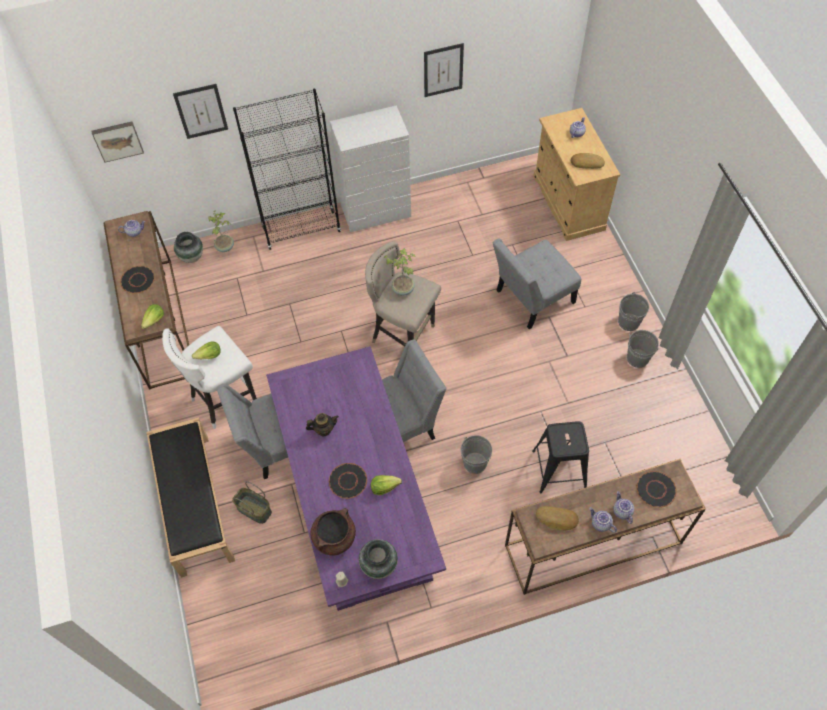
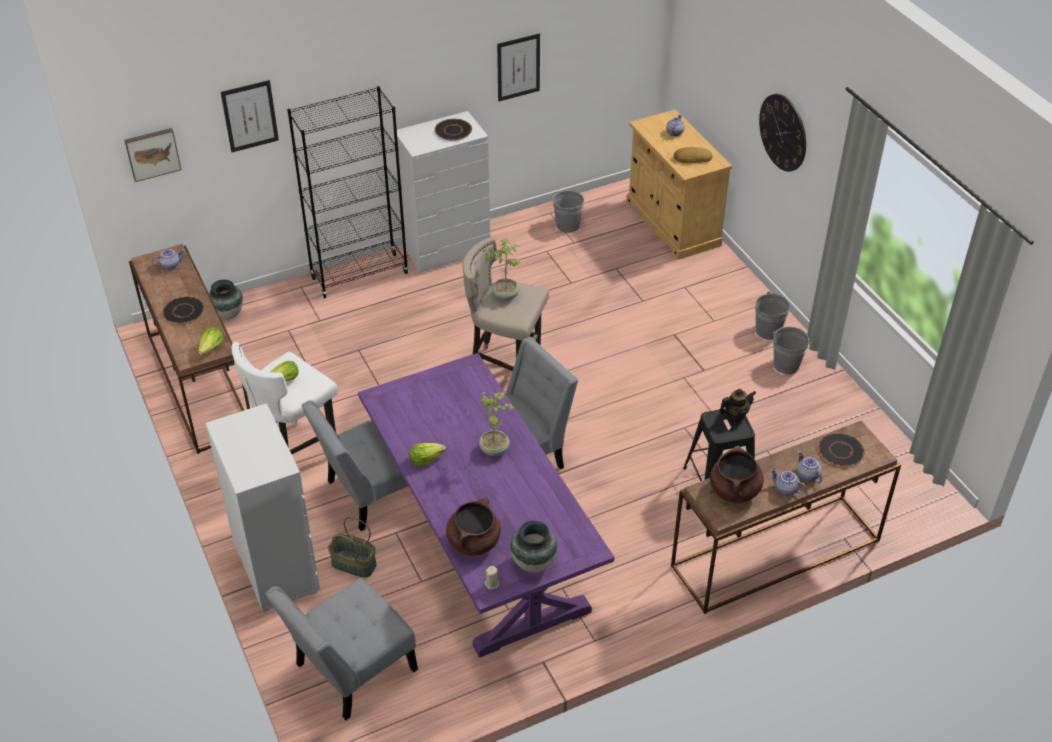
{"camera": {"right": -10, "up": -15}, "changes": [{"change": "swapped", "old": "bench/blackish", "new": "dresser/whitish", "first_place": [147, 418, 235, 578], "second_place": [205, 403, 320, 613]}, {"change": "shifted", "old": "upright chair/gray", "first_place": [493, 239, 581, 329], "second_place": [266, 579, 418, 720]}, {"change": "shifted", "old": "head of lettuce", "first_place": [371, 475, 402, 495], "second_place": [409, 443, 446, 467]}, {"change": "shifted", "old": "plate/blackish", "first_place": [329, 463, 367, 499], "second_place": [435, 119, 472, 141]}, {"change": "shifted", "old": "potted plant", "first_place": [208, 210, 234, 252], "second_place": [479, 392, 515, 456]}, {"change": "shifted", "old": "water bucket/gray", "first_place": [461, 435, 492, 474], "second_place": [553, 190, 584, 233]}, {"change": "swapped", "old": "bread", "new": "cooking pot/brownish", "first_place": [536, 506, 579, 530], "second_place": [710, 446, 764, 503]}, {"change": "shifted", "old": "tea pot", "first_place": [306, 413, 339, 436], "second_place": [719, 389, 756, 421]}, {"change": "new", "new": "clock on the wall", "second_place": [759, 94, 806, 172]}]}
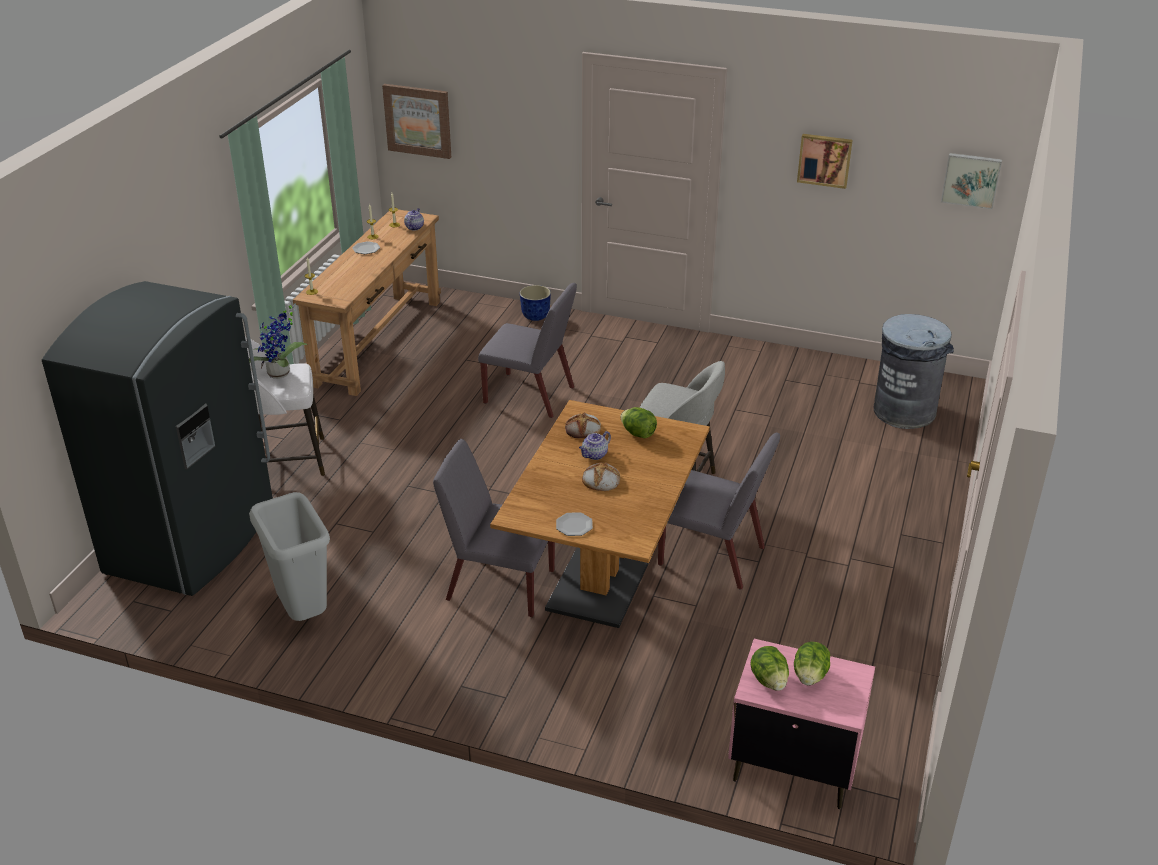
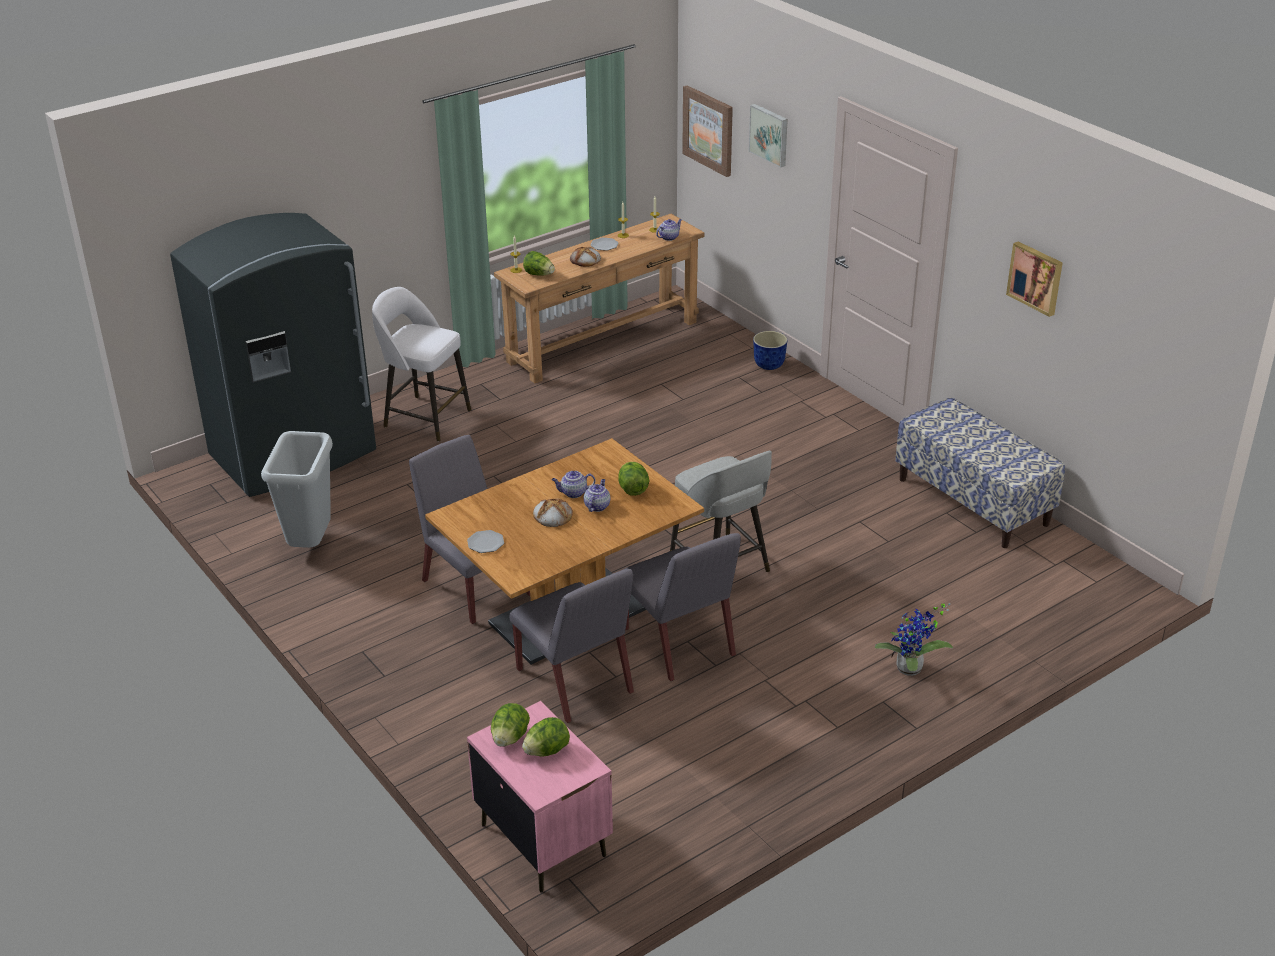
{"camera": {"right": 35, "up": 0}, "changes": [{"change": "shifted", "old": "upright chair/gray", "first_place": [478, 283, 577, 418], "second_place": [509, 569, 634, 723]}, {"change": "new", "new": "head of lettuce", "second_place": [523, 251, 555, 276]}, {"change": "shifted", "old": "bread", "first_place": [565, 413, 601, 438], "second_place": [570, 247, 601, 267]}, {"change": "new", "new": "tea pot", "second_place": [584, 479, 610, 512]}, {"change": "shifted", "old": "wall picture", "first_place": [941, 153, 1002, 209], "second_place": [749, 104, 788, 168]}, {"change": "shifted", "old": "potted plant", "first_place": [249, 304, 308, 379], "second_place": [875, 603, 953, 676]}, {"change": "new", "new": "bench", "second_place": [895, 397, 1065, 548]}, {"change": "gone", "old": "waste bin/gray", "first_place": [874, 314, 954, 429]}]}
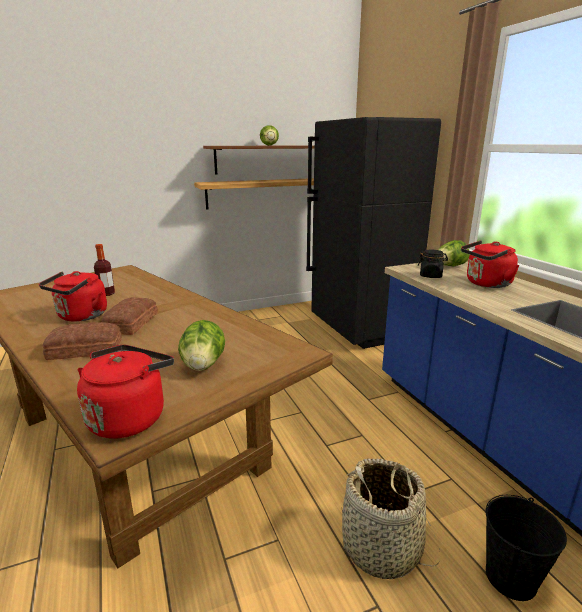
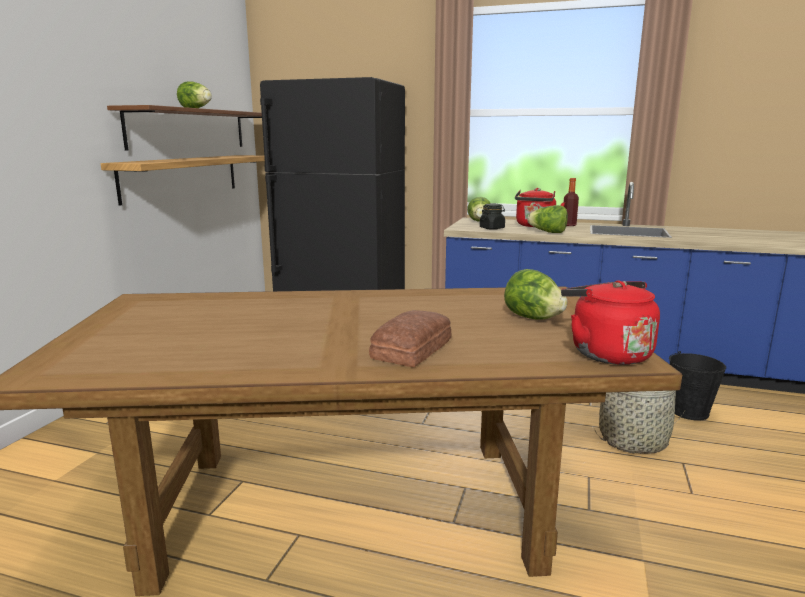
{"camera": {"right": -50, "up": -5}, "changes": [{"change": "new", "new": "head of lettuce", "second_place": [528, 205, 568, 233]}, {"change": "shifted", "old": "beverage bottle", "first_place": [94, 244, 115, 296], "second_place": [563, 178, 579, 226]}, {"change": "gone", "old": "tea kettle/reddish", "first_place": [39, 271, 107, 322]}, {"change": "gone", "old": "bread", "first_place": [101, 297, 158, 335]}]}
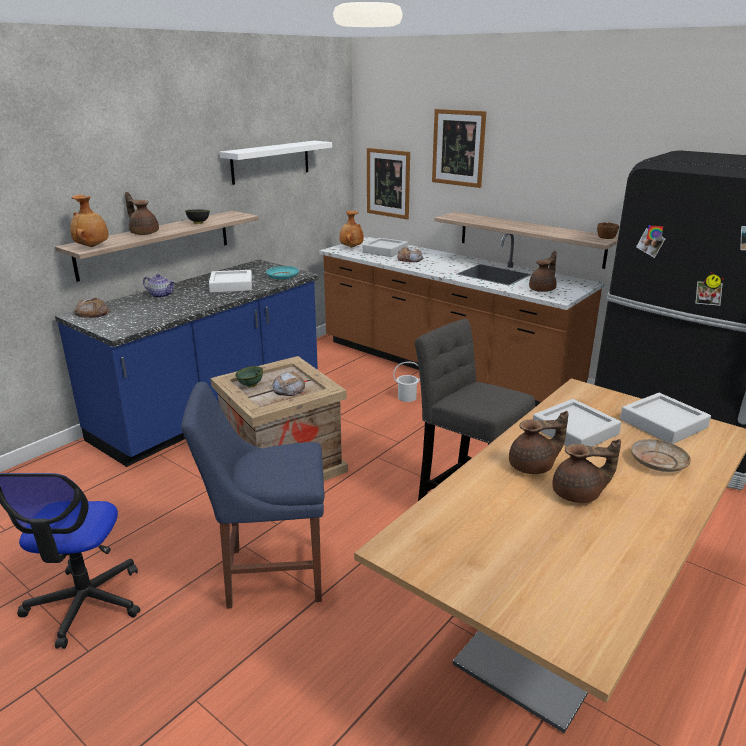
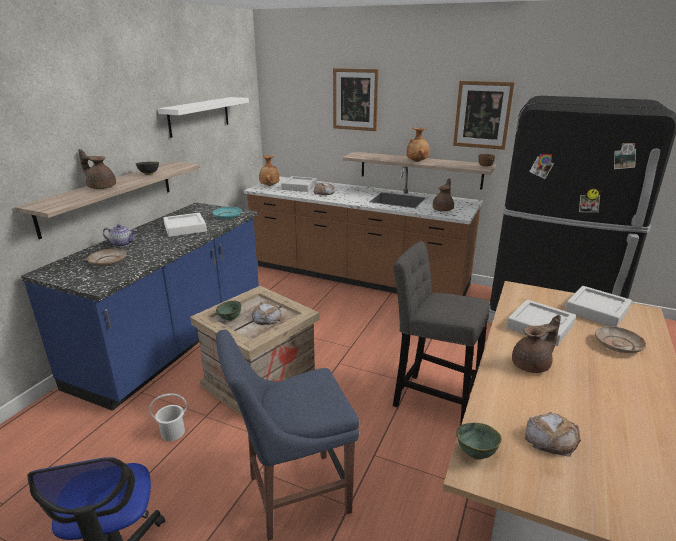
{"camera": {"right": -15, "up": 0}, "changes": [{"change": "new", "new": "plate/sand-coloured", "second_place": [87, 249, 127, 266]}, {"change": "shifted", "old": "water bucket/whitish", "first_place": [393, 362, 420, 402], "second_place": [149, 394, 187, 441]}, {"change": "shifted", "old": "flower vase/brownish", "first_place": [70, 194, 108, 247], "second_place": [406, 127, 430, 162]}, {"change": "shifted", "old": "wall picture", "first_place": [367, 148, 410, 220], "second_place": [453, 81, 515, 150]}, {"change": "new", "new": "bowl/green", "second_place": [456, 423, 502, 460]}, {"change": "shifted", "old": "bread", "first_place": [73, 298, 110, 319], "second_place": [525, 412, 581, 457]}, {"change": "gone", "old": "tea pot/brownish", "first_place": [552, 439, 621, 503]}]}
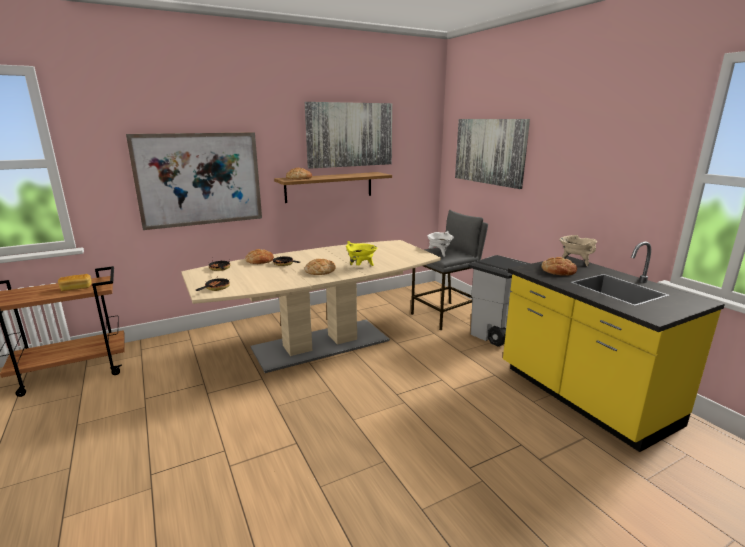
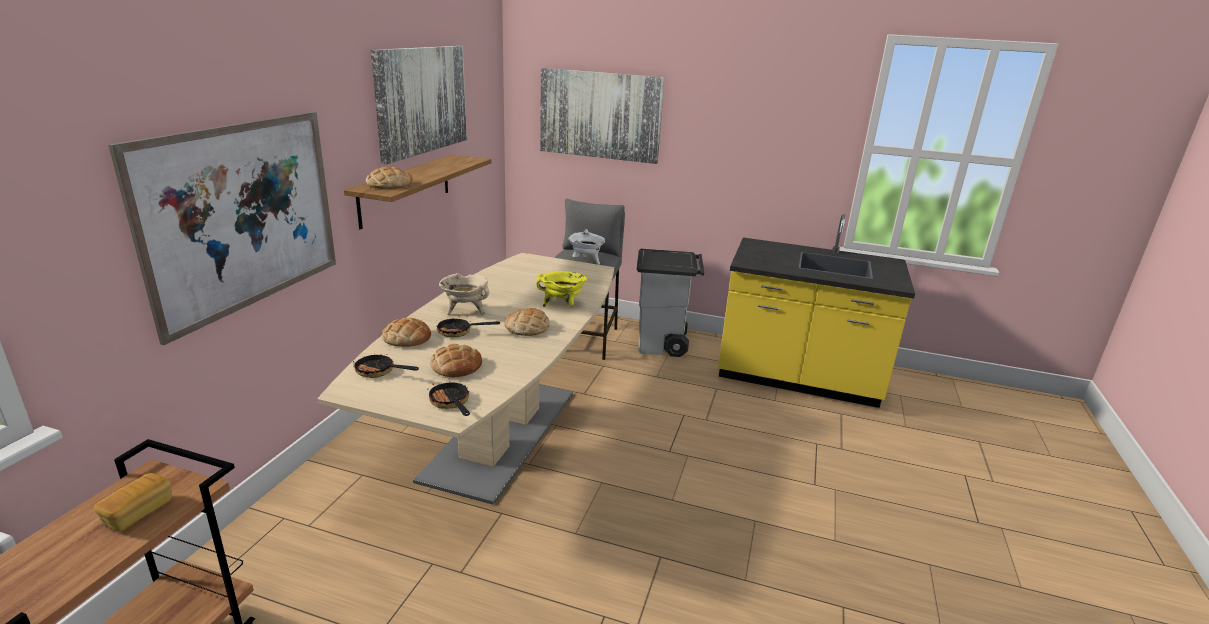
{"camera": {"right": -45, "up": 5}, "changes": [{"change": "shifted", "old": "bread", "first_place": [542, 257, 577, 276], "second_place": [430, 344, 482, 377]}, {"change": "shifted", "old": "cooking pot/sand-coloured", "first_place": [559, 235, 597, 266], "second_place": [439, 273, 489, 315]}]}
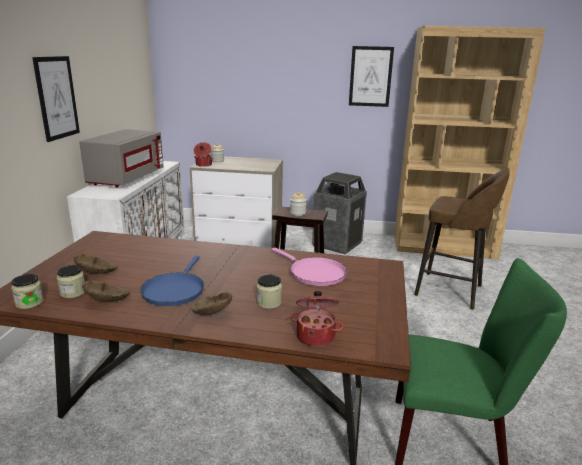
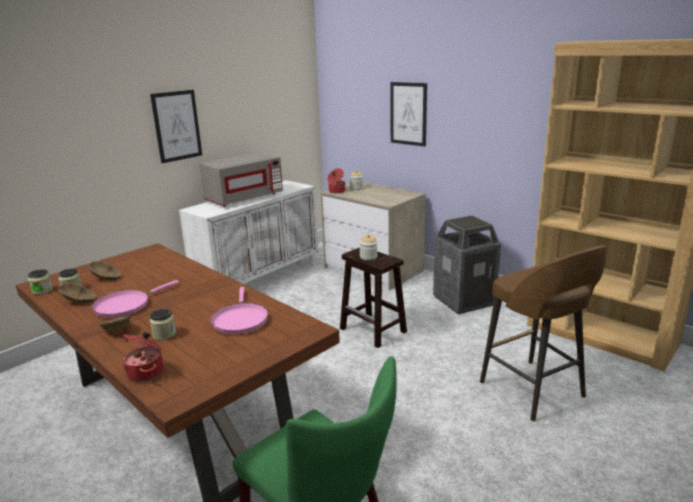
{"camera": {"right": 35, "up": 0}, "changes": [{"change": "repainted", "old": "pan/blue-coloured", "new": "pan/pink-coloured", "first_place": [140, 256, 204, 306], "second_place": [92, 280, 179, 318]}, {"change": "shifted", "old": "wall picture", "first_place": [349, 46, 394, 107], "second_place": [391, 82, 427, 147]}]}
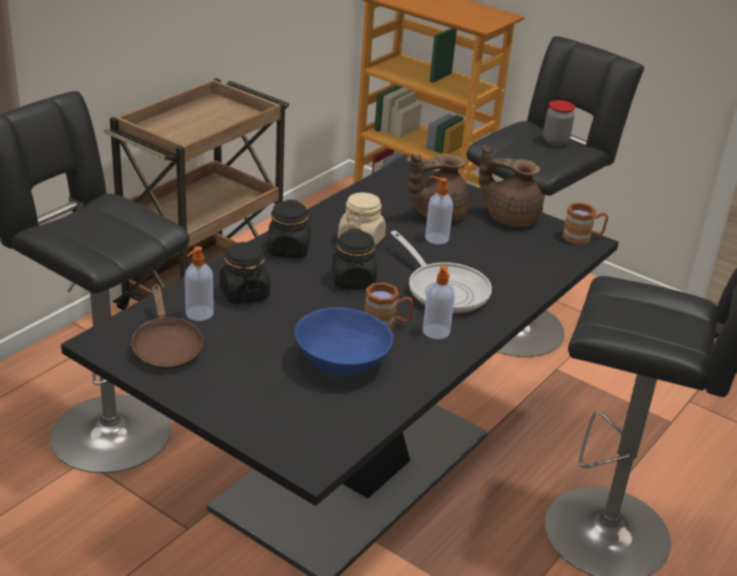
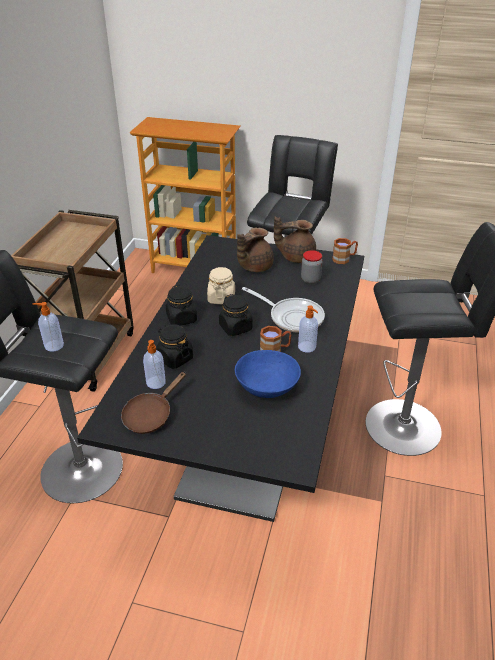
{"camera": {"right": -20, "up": 5}, "changes": [{"change": "shifted", "old": "soap dispenser", "first_place": [425, 176, 453, 244], "second_place": [32, 302, 64, 352]}, {"change": "rotated", "old": "pan/brownish", "first_place": [131, 284, 204, 370], "second_place": [121, 372, 186, 434], "degrees": 75}, {"change": "shifted", "old": "preserve jar", "first_place": [543, 100, 575, 146], "second_place": [301, 250, 323, 284]}]}
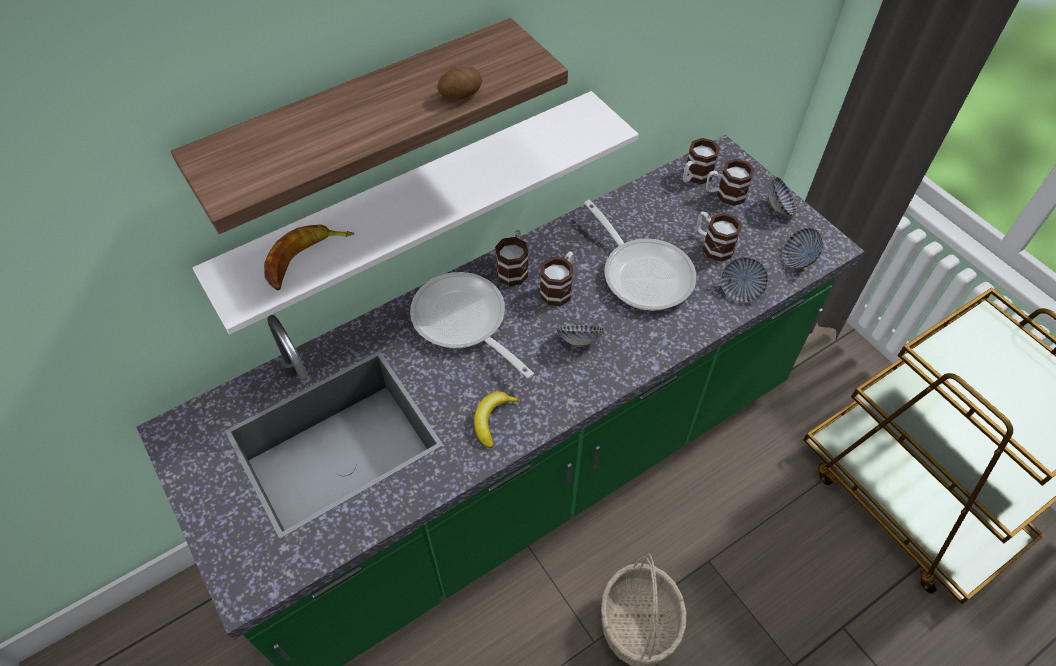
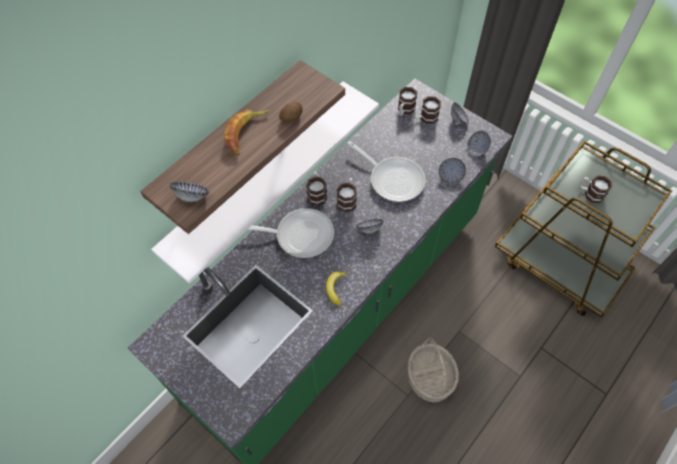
{"camera": {"right": -15, "up": 5}, "changes": [{"change": "new", "new": "bowl", "second_place": [169, 182, 210, 203]}, {"change": "shifted", "old": "banana", "first_place": [264, 224, 354, 290], "second_place": [224, 110, 270, 156]}, {"change": "rotated", "old": "pan", "first_place": [410, 272, 534, 378], "second_place": [248, 208, 334, 258], "degrees": 150}, {"change": "shifted", "old": "coffee mug", "first_place": [697, 211, 742, 262], "second_place": [580, 176, 612, 203]}]}
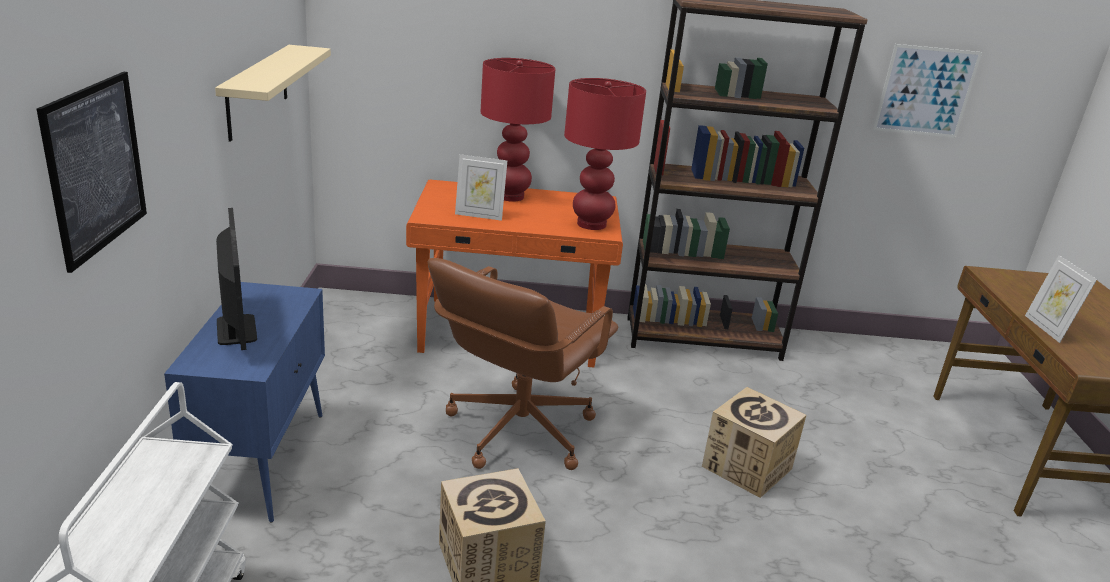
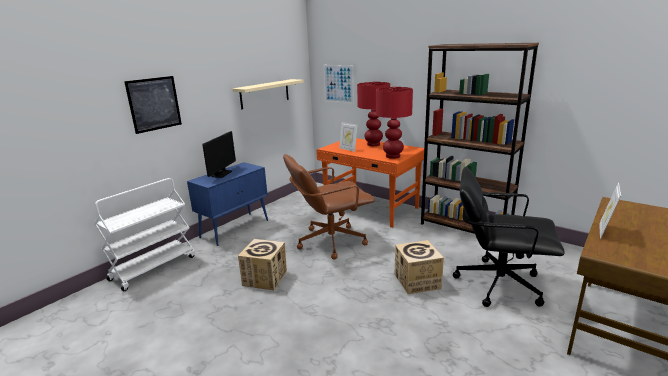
{"camera": {"right": 40, "up": -5}, "changes": [{"change": "shifted", "old": "wall picture", "first_place": [873, 44, 982, 138], "second_place": [323, 65, 354, 104]}, {"change": "new", "new": "office chair/blackish", "second_place": [453, 167, 565, 307]}]}
